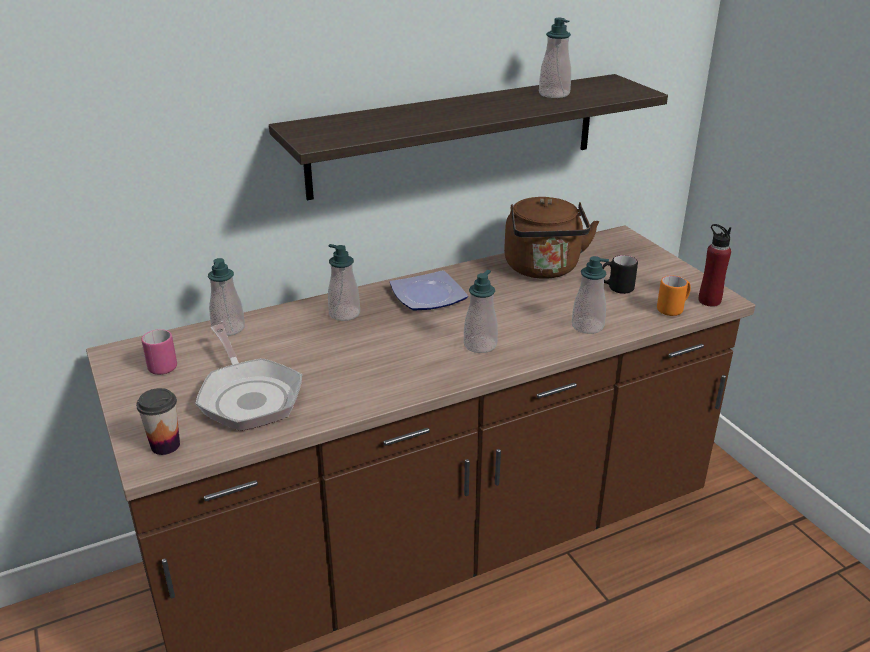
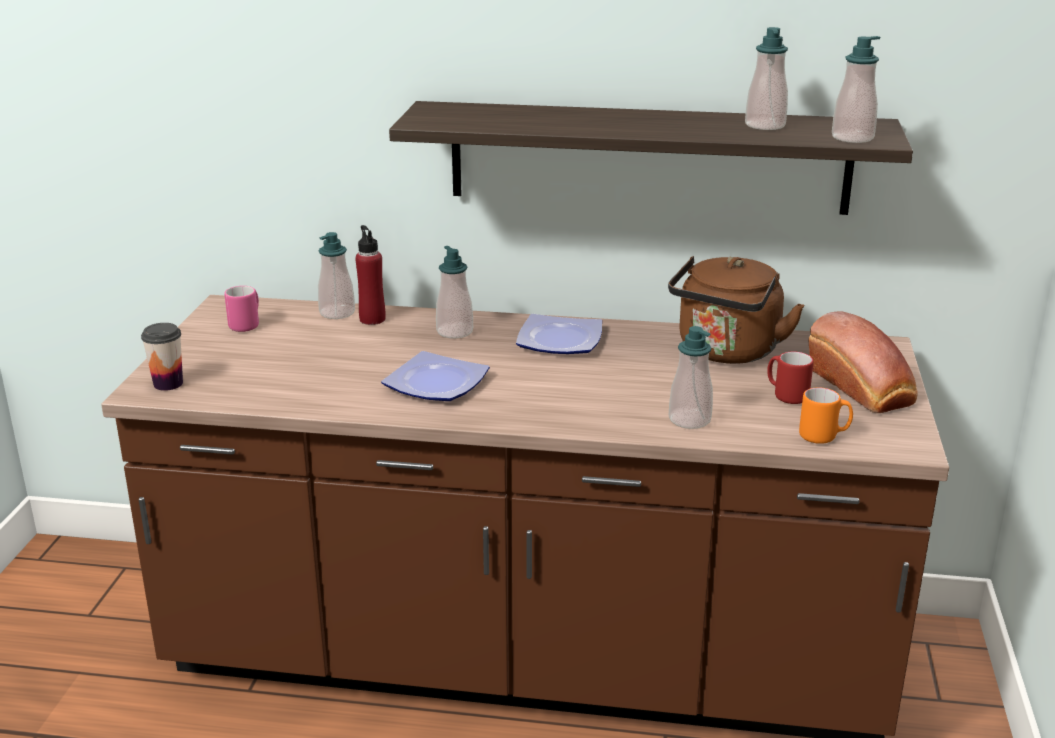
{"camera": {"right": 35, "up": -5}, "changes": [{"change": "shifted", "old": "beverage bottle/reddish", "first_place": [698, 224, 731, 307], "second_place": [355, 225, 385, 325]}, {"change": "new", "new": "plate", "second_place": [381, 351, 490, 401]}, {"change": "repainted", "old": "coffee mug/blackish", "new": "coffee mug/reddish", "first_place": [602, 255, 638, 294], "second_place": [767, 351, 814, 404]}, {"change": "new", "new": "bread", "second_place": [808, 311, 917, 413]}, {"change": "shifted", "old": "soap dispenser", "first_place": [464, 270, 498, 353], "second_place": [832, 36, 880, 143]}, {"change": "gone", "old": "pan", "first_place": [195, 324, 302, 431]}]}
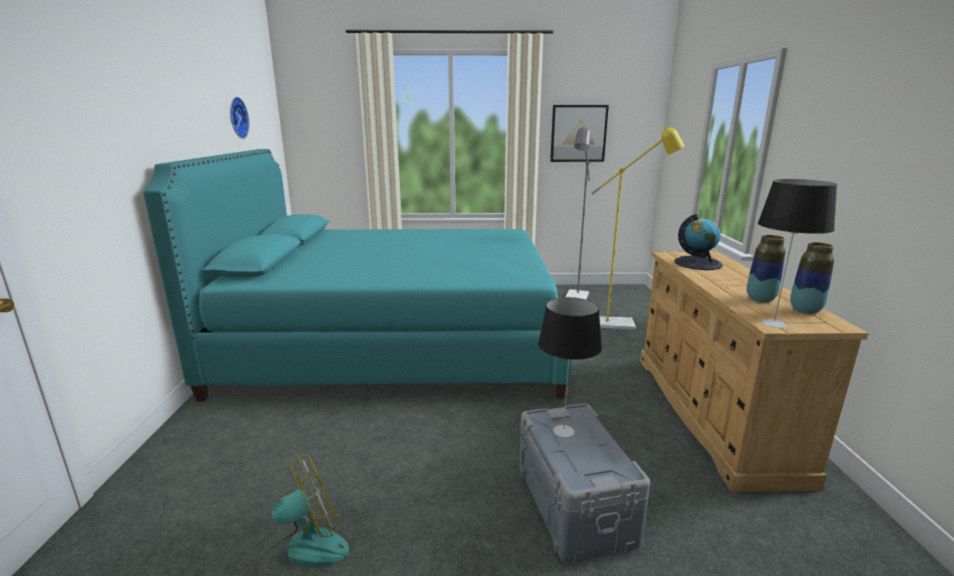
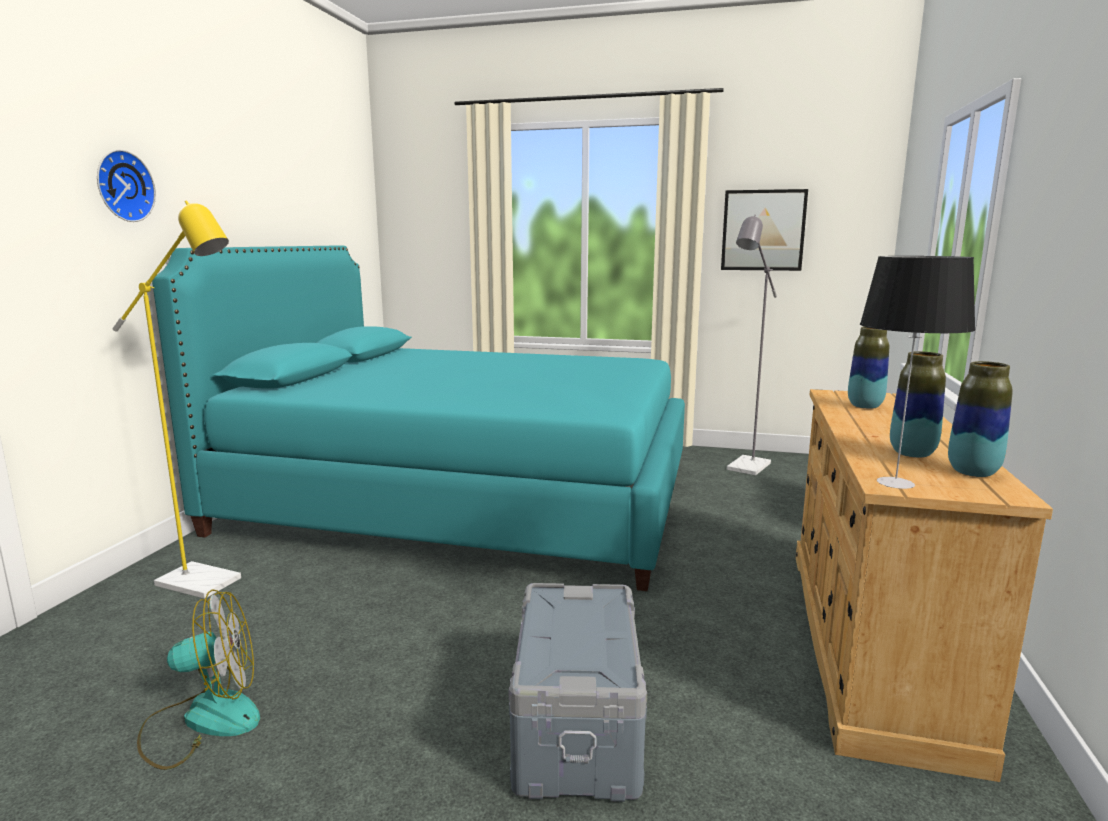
{"camera": {"right": 15, "up": -5}, "changes": [{"change": "shifted", "old": "clock on the wall", "first_place": [230, 97, 249, 139], "second_place": [97, 150, 156, 222]}, {"change": "shifted", "old": "floor lamp/yellow-coloured", "first_place": [591, 126, 685, 329], "second_place": [113, 200, 241, 599]}, {"change": "swapped", "old": "globe", "new": "flower vase", "first_place": [674, 214, 723, 270], "second_place": [848, 327, 889, 409]}, {"change": "gone", "old": "table lamp", "first_place": [538, 297, 602, 437]}]}
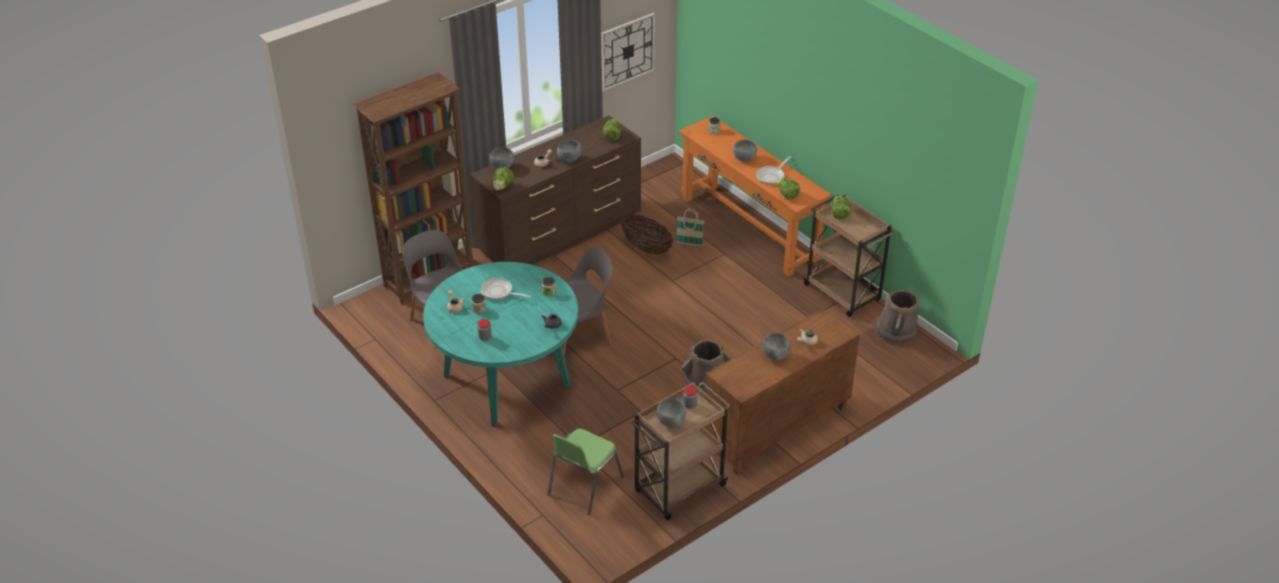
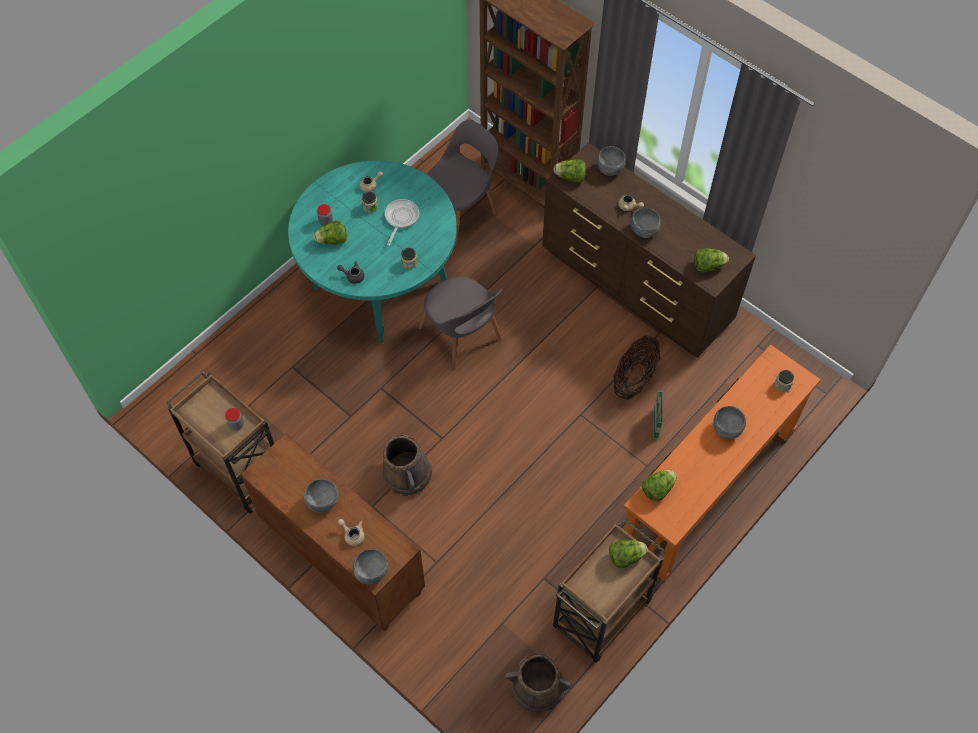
{"camera": {"right": 80, "up": 20}, "changes": [{"change": "new", "new": "head of lettuce", "second_place": [314, 221, 347, 245]}, {"change": "shifted", "old": "bowl/gray", "first_place": [656, 398, 686, 428], "second_place": [353, 549, 388, 584]}, {"change": "gone", "old": "upright chair/green", "first_place": [548, 429, 624, 515]}, {"change": "gone", "old": "clock on the wall", "first_place": [601, 13, 655, 91]}, {"change": "gone", "old": "pan", "first_place": [756, 156, 791, 184]}]}
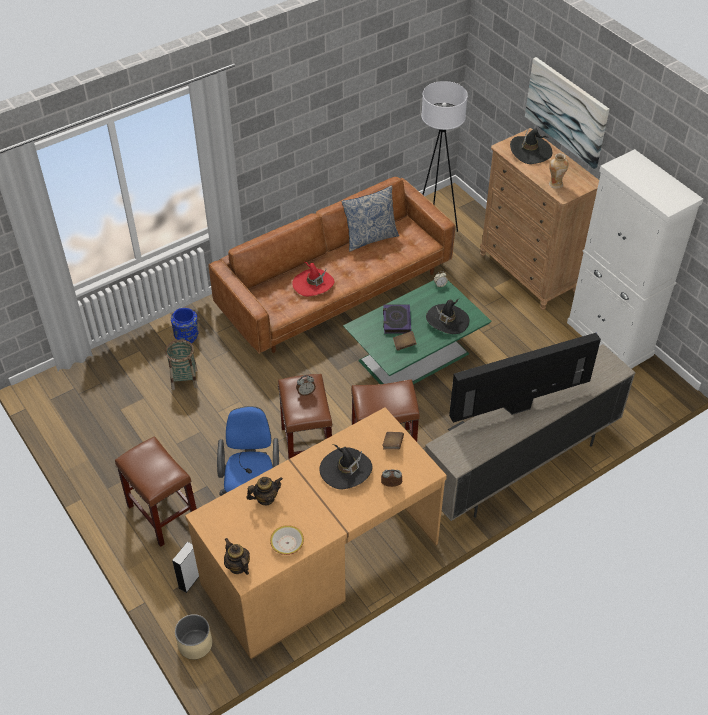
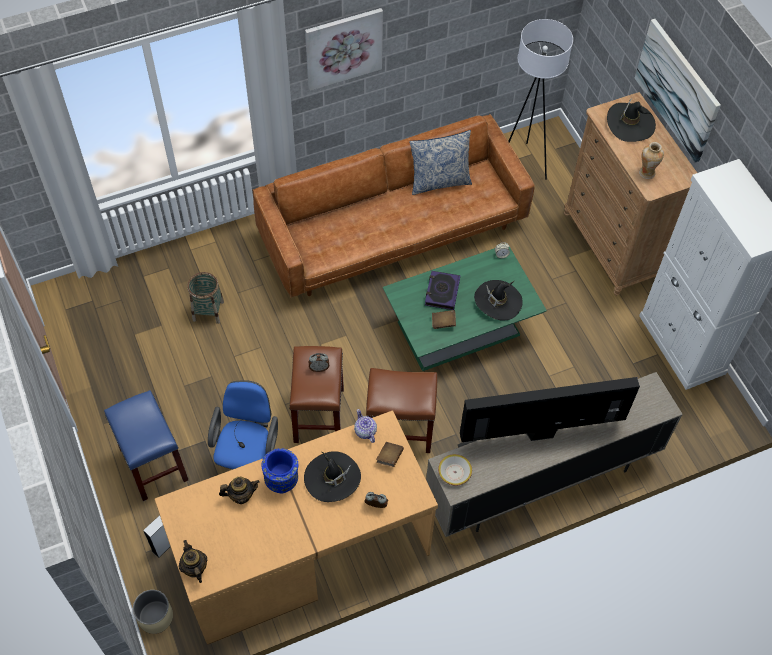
{"camera": {"right": 10, "up": 10}, "changes": [{"change": "repainted", "old": "stool/brownish", "new": "stool/blue-coloured", "first_place": [115, 436, 197, 547], "second_place": [104, 390, 188, 501]}, {"change": "shifted", "old": "flower vase/blue-coloured", "first_place": [171, 308, 198, 343], "second_place": [261, 448, 298, 494]}, {"change": "new", "new": "wall picture", "second_place": [305, 8, 383, 91]}, {"change": "new", "new": "tea pot", "second_place": [354, 409, 377, 443]}, {"change": "shifted", "old": "bowl", "first_place": [270, 525, 304, 555], "second_place": [438, 454, 472, 486]}, {"change": "gone", "old": "clothing hat/reddish", "first_place": [292, 262, 334, 296]}]}
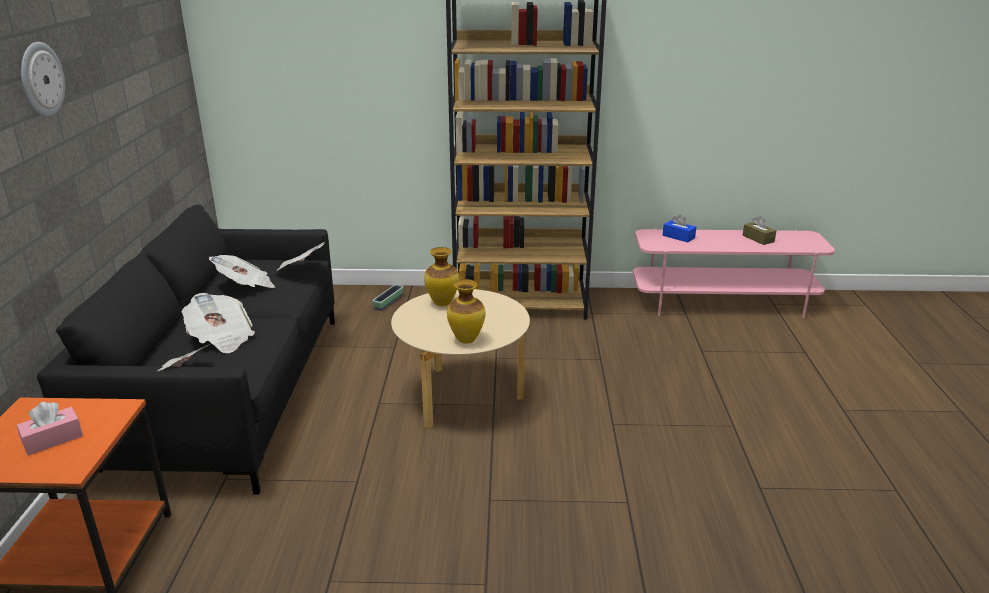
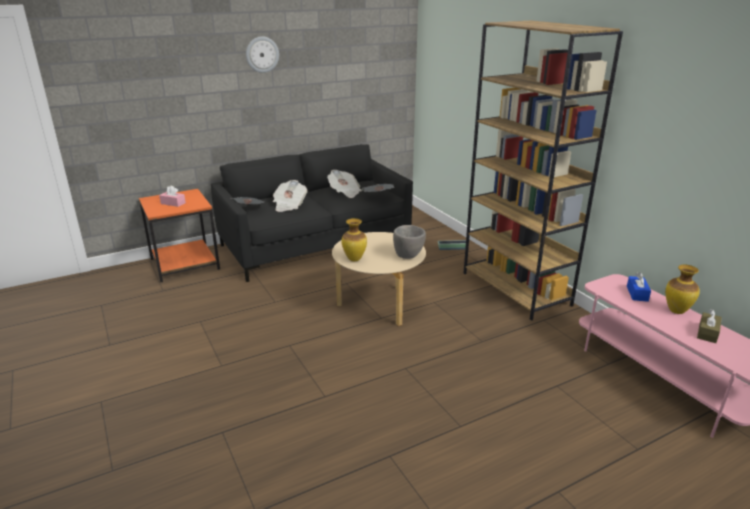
{"camera": {"right": 60, "up": 0}, "changes": [{"change": "new", "new": "bowl/gray", "second_place": [393, 225, 426, 259]}, {"change": "shifted", "old": "flower vase", "first_place": [424, 247, 459, 306], "second_place": [665, 264, 700, 314]}]}
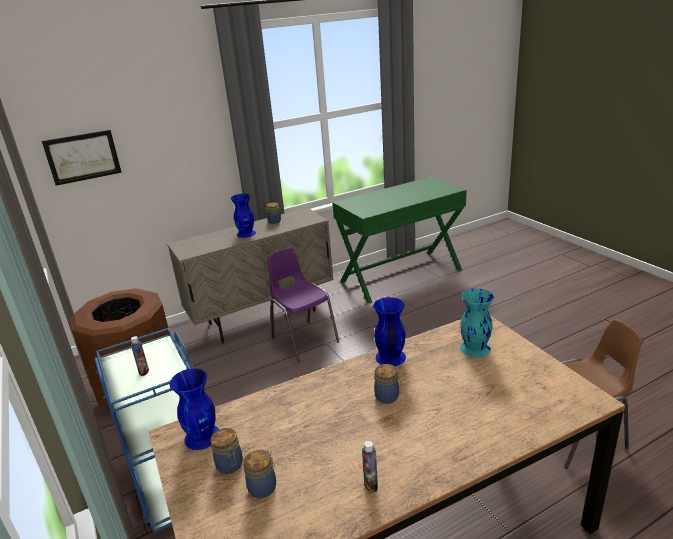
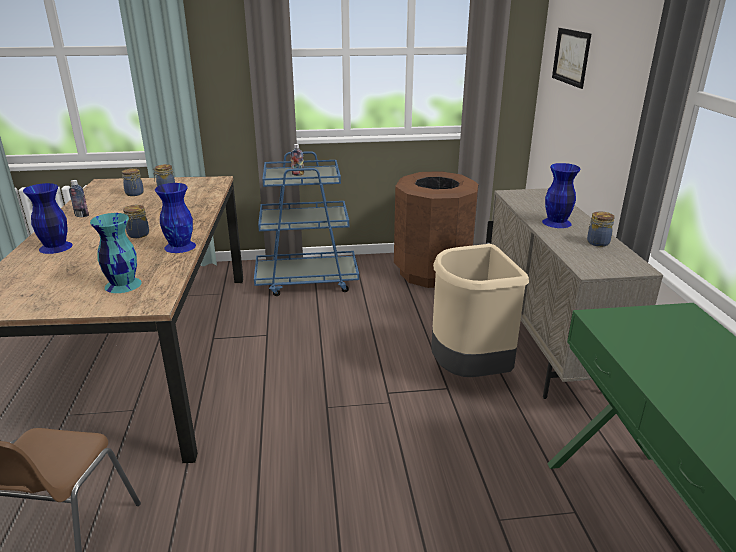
{"camera": {"right": 110, "up": 0}, "changes": [{"change": "shifted", "old": "flower vase/blue-coloured", "first_place": [170, 368, 219, 450], "second_place": [23, 183, 73, 254]}, {"change": "swapped", "old": "upright chair/purple", "new": "waste bin/sand-coloured", "first_place": [267, 248, 339, 362], "second_place": [431, 244, 529, 377]}]}
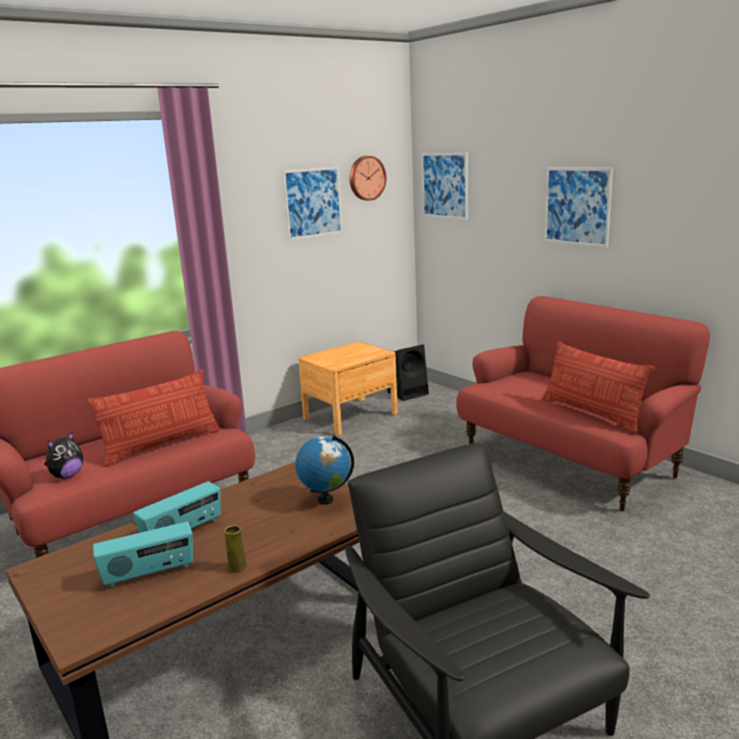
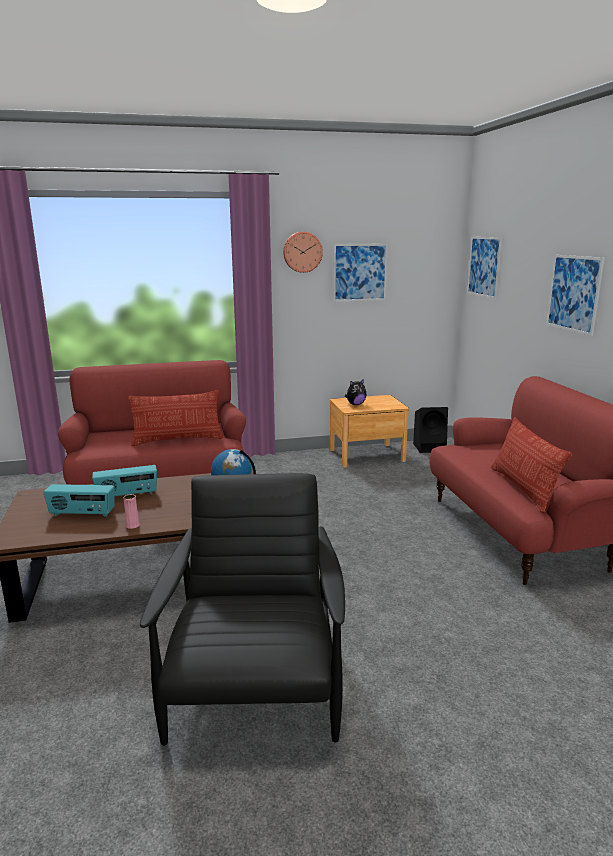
{"camera": {"right": 25, "up": 0}, "changes": [{"change": "repainted", "old": "flower vase/yellow-coloured", "new": "flower vase/pink-coloured", "first_place": [225, 526, 247, 573], "second_place": [123, 494, 140, 529]}, {"change": "shifted", "old": "clock on the wall", "first_place": [349, 156, 386, 201], "second_place": [283, 232, 323, 273]}, {"change": "shifted", "old": "soft toy", "first_place": [44, 431, 83, 479], "second_place": [345, 379, 367, 405]}]}
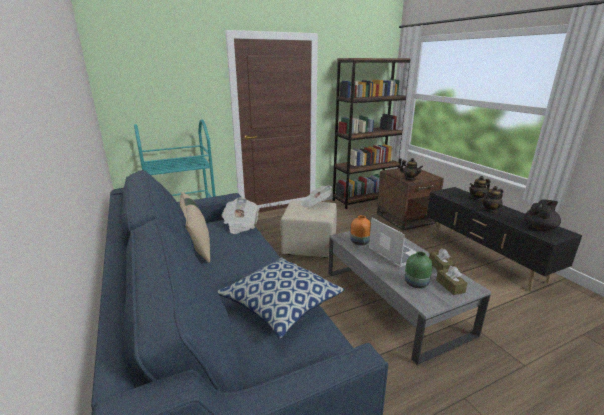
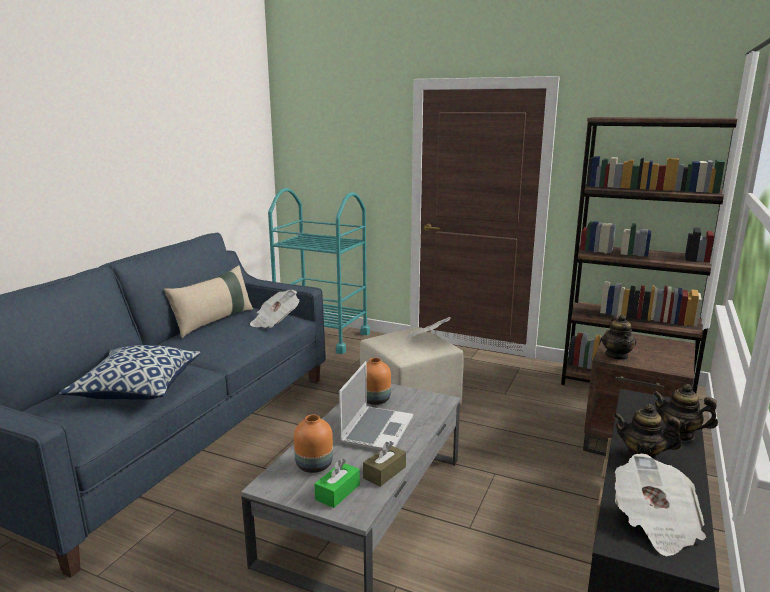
{"camera": {"right": 50, "up": -5}, "changes": [{"change": "repainted", "old": "flower vase/green", "new": "flower vase/orange-coloured", "first_place": [405, 251, 432, 288], "second_place": [294, 414, 333, 473]}, {"change": "repainted", "old": "tissue box/brownish", "new": "tissue box/green", "first_place": [436, 266, 467, 295], "second_place": [314, 459, 360, 508]}, {"change": "swapped", "old": "tea pot/blackish", "new": "daily paper", "first_place": [524, 199, 561, 230], "second_place": [615, 454, 706, 557]}]}
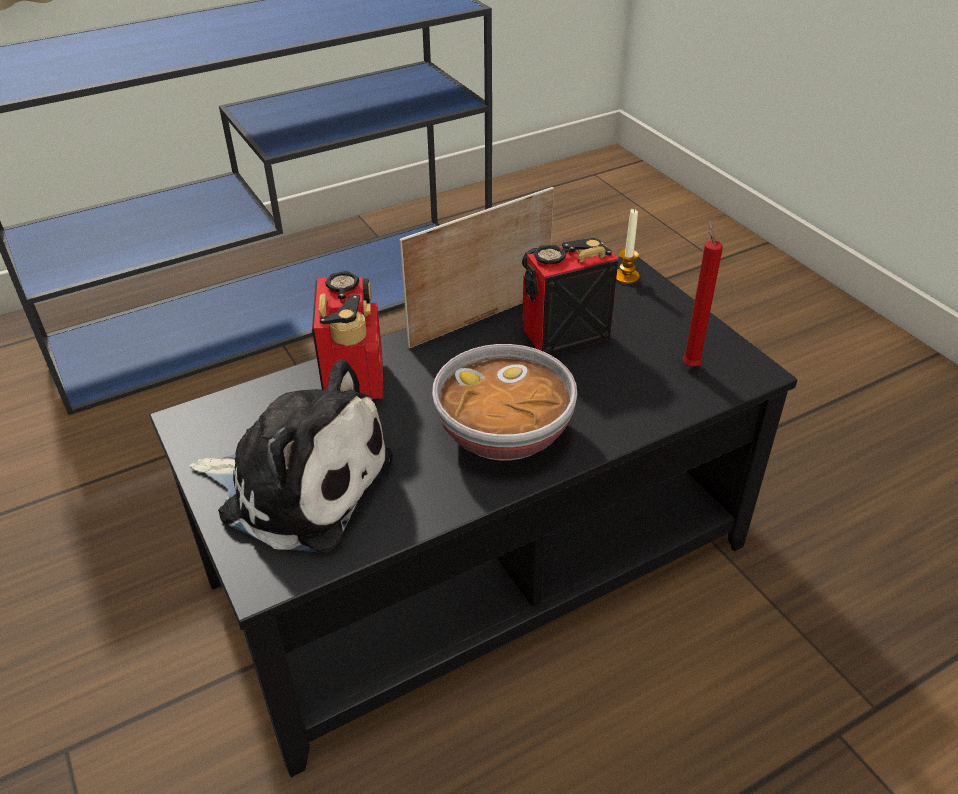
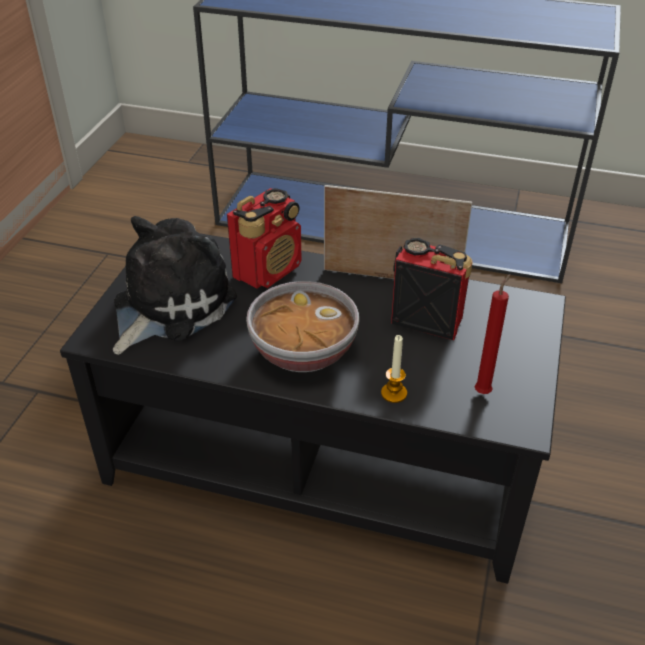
{"camera": {"right": 45, "up": 0}, "changes": [{"change": "rotated", "old": "soft toy", "first_place": [190, 359, 393, 553], "second_place": [113, 216, 237, 355], "degrees": -120}, {"change": "shifted", "old": "wax candle", "first_place": [616, 208, 640, 284], "second_place": [381, 335, 407, 403]}]}
